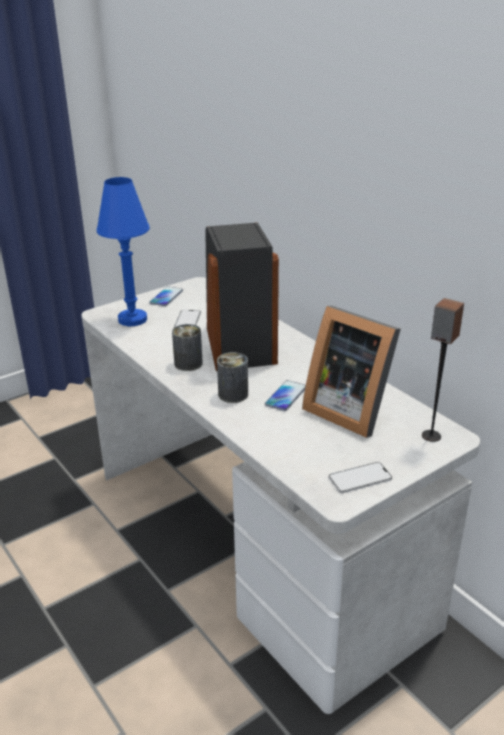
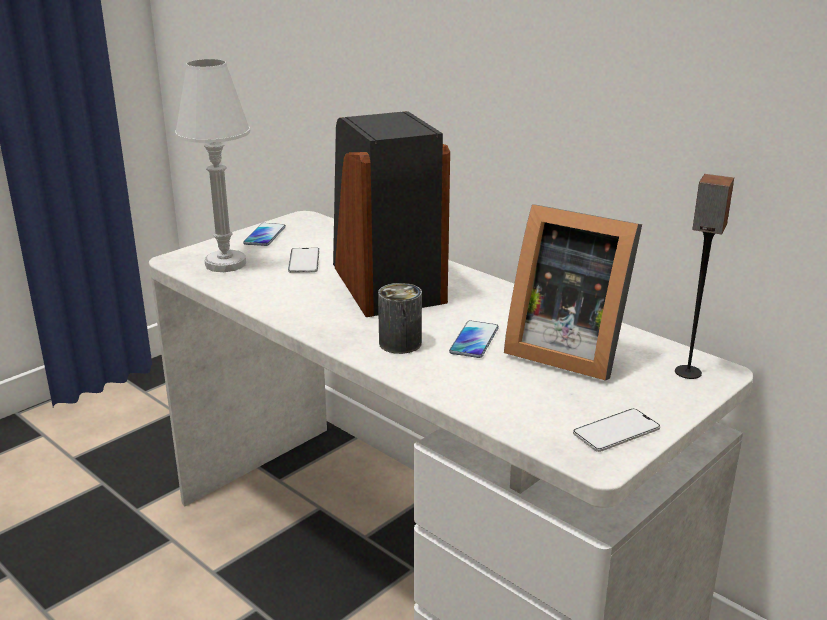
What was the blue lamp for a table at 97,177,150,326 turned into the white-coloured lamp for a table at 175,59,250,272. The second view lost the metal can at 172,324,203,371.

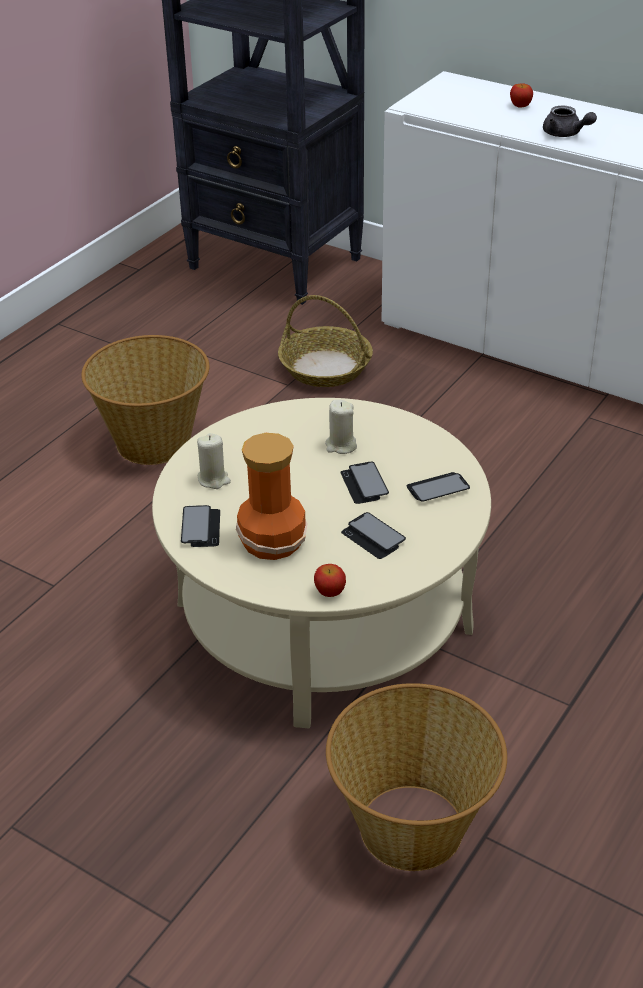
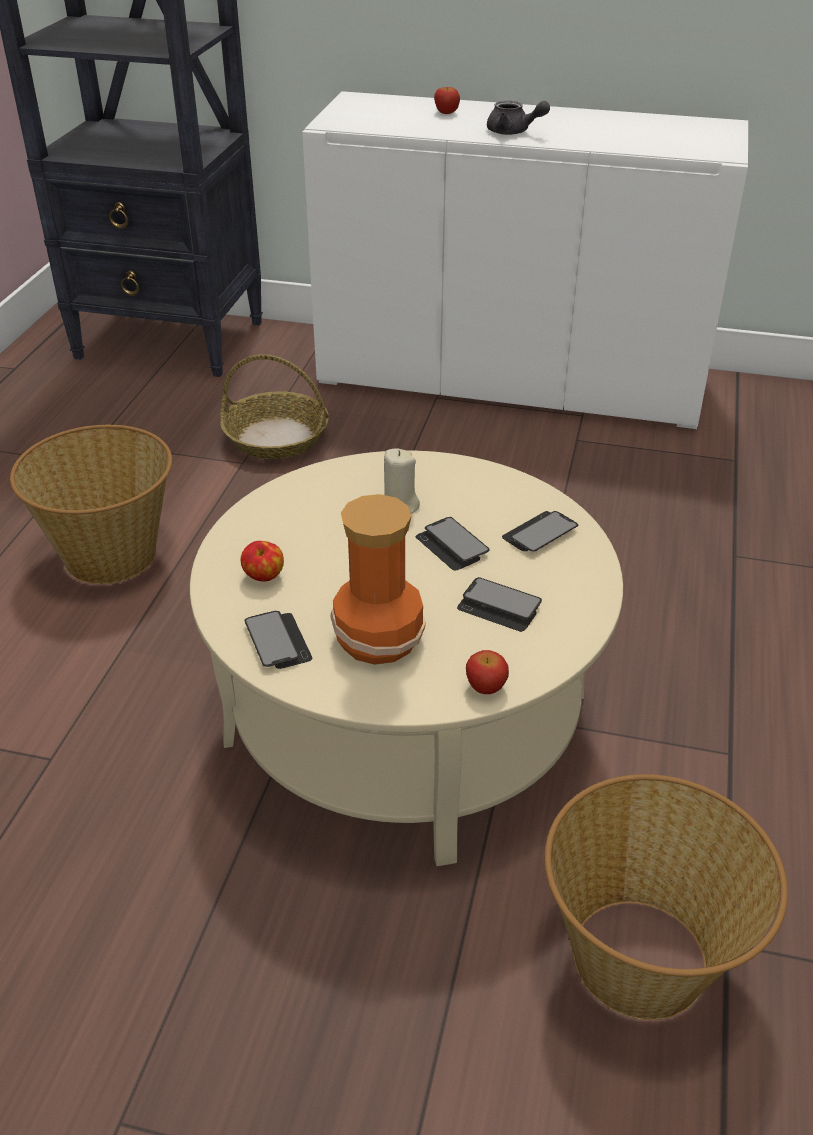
Where the beige-coloured wax light stood at 197,433,231,489, the whole apple came to stand at 241,541,284,582.

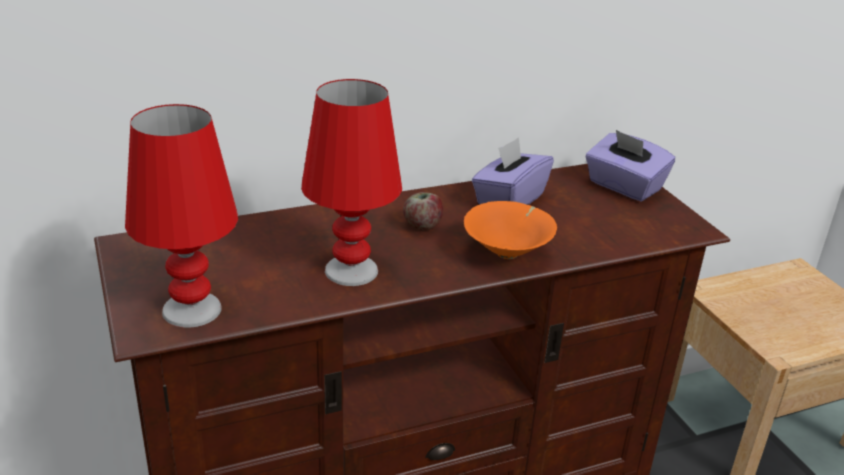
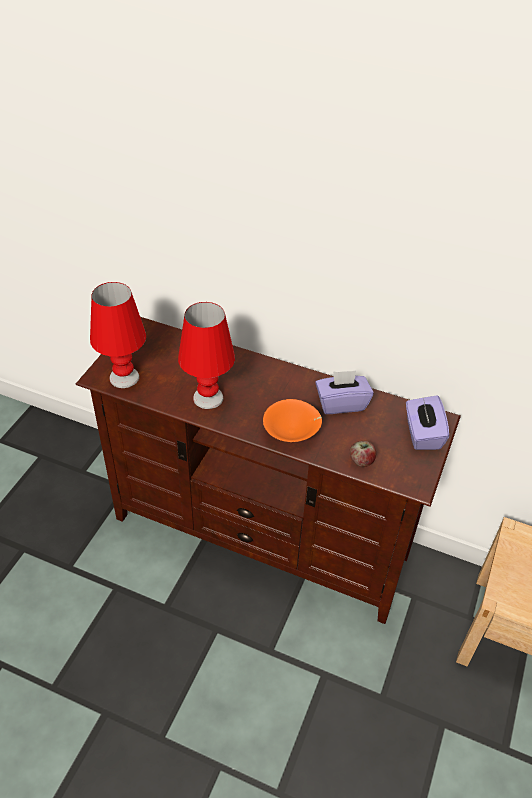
The whole apple ended up elsewhere, having gone from 403,192,443,230 to 350,441,376,467.

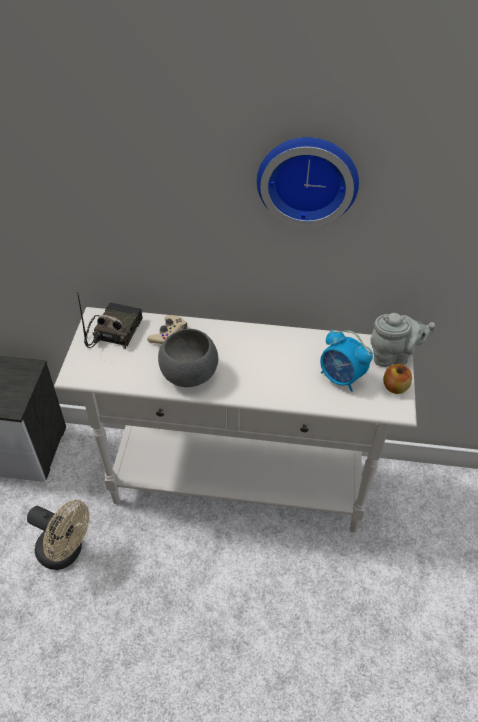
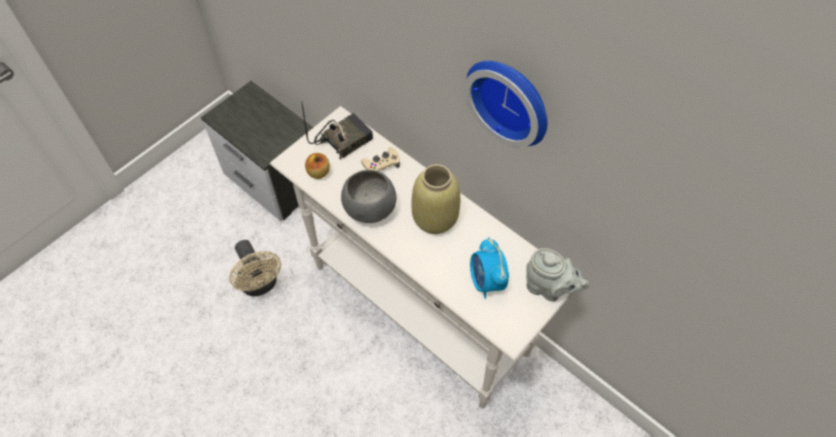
The whole apple ended up elsewhere, having gone from 383,364,412,394 to 305,153,330,179. The second view gained the beige-coloured decorative vase at 411,164,460,234.

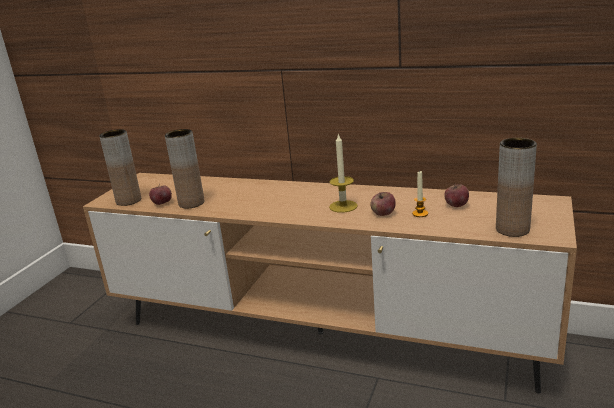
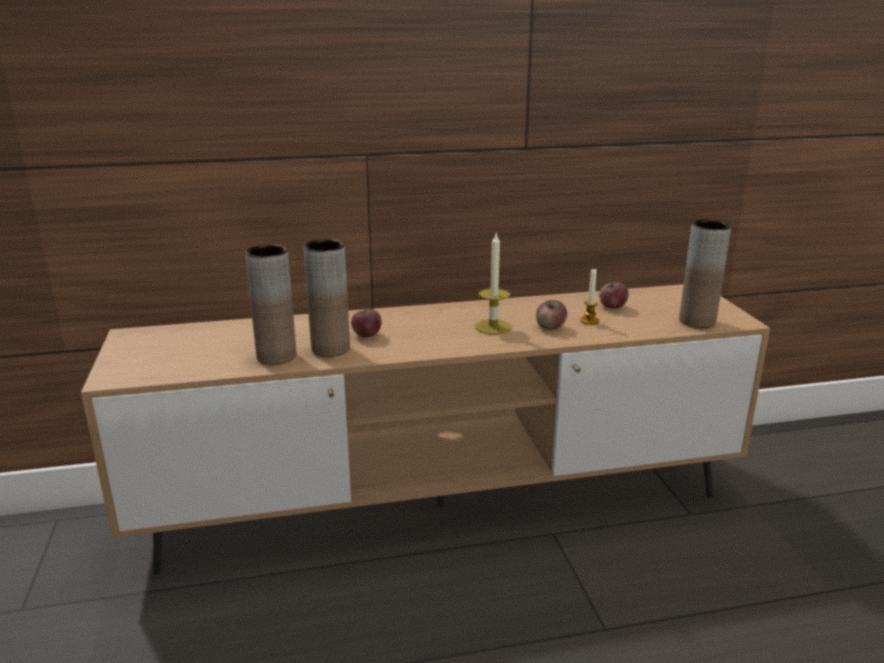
The brown decorative vase ended up elsewhere, having gone from 99,129,141,206 to 303,239,350,357. The whole apple ended up elsewhere, having gone from 149,183,172,205 to 351,306,382,337.

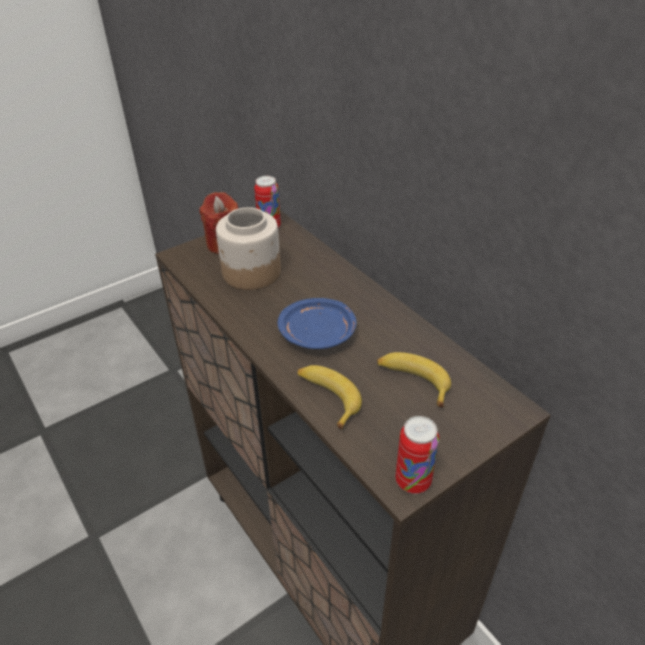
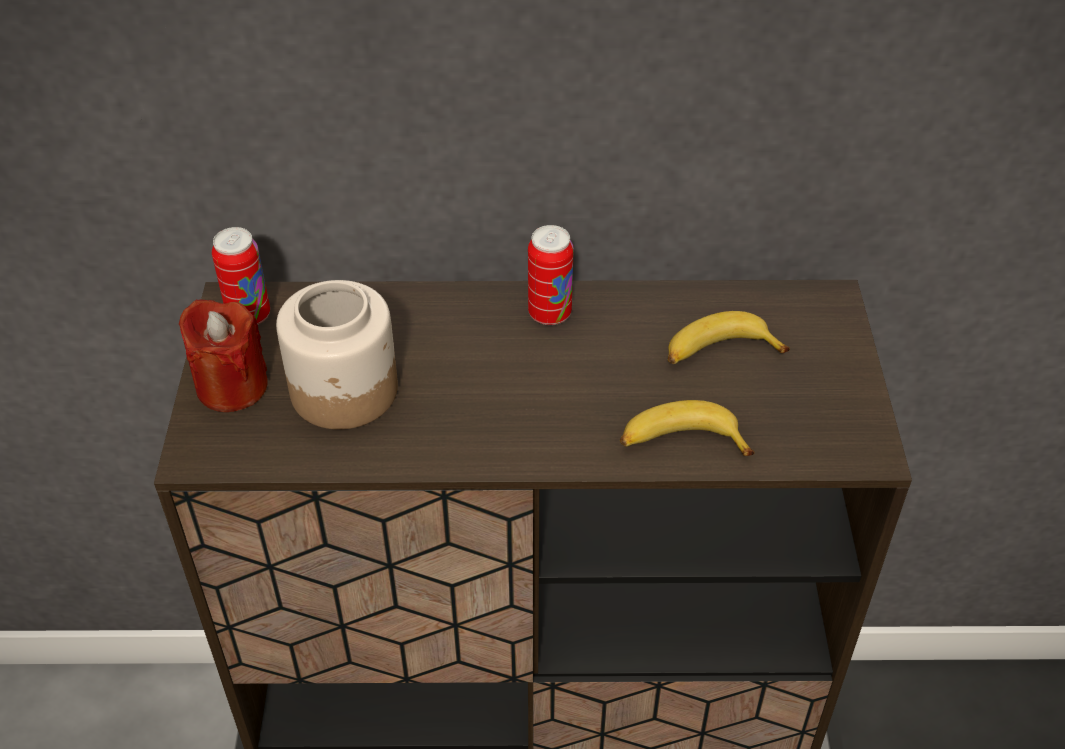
The second view lost the blue plate at 278,298,357,349. The metal can ended up elsewhere, having gone from 395,416,439,494 to 528,225,574,325.

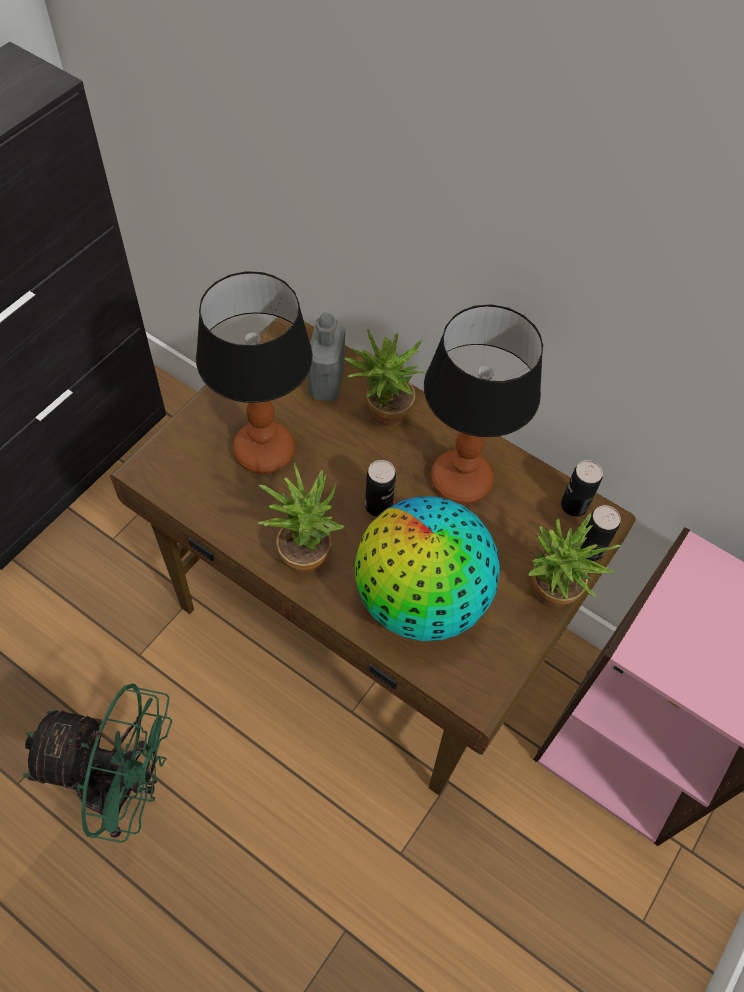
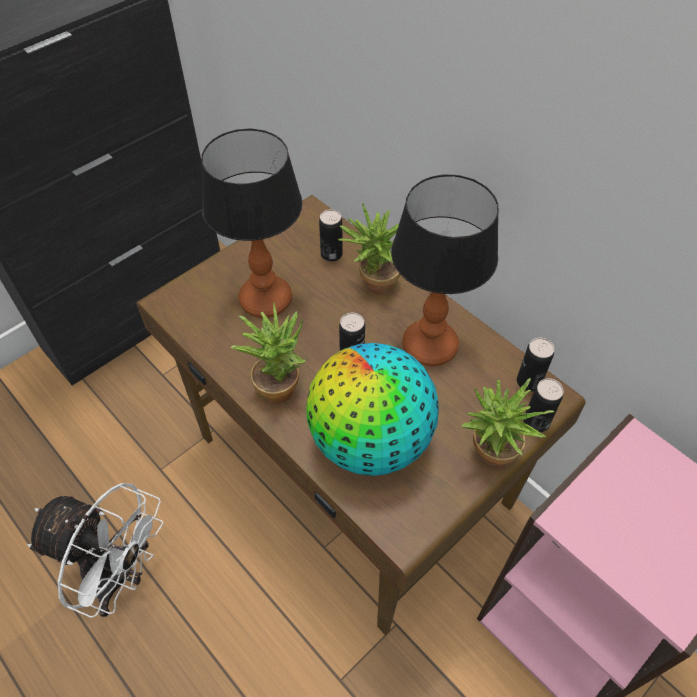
Where the greyish beverage bottle stood at 308,312,345,401, the metal can came to stand at 319,209,343,261. What was the green-coloured cooling fan at 23,684,172,843 turned into the white-coloured cooling fan at 27,483,164,618.

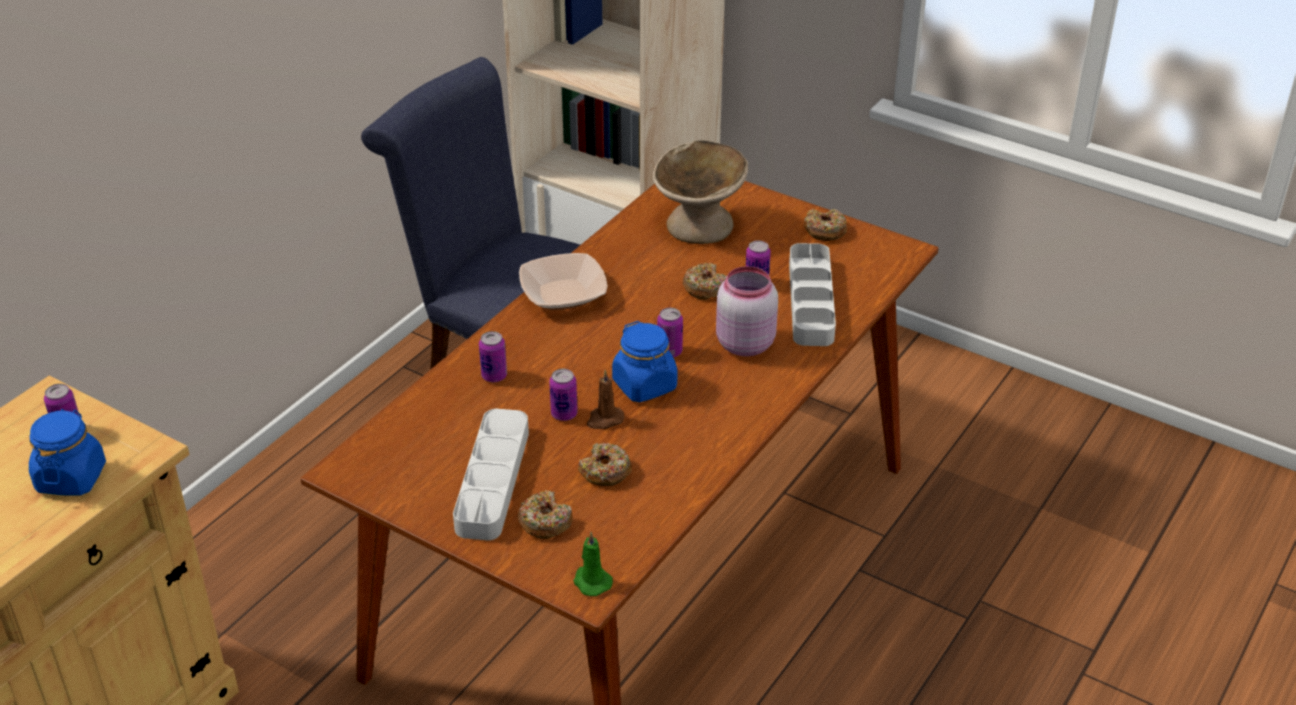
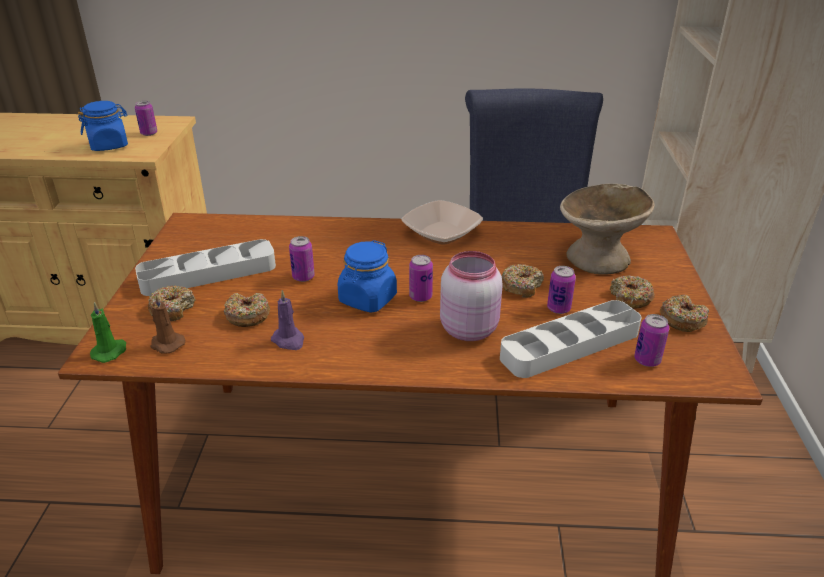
The metal can ended up elsewhere, having gone from 479,331,507,382 to 634,314,669,367. The brown wax light ended up elsewhere, having gone from 587,370,625,429 to 150,294,185,354. The second view gained the ring doughnut at 610,275,655,309. The second view gained the purple wax light at 271,290,304,350.

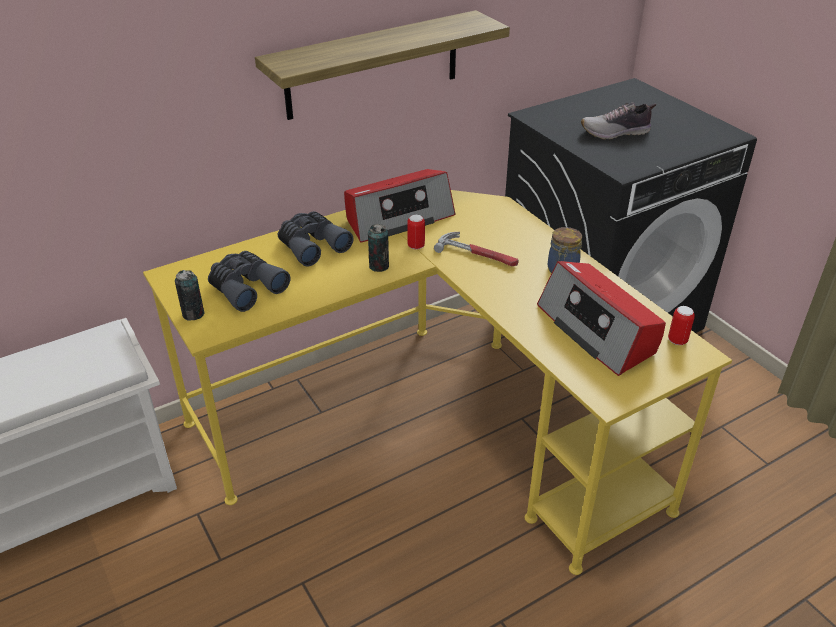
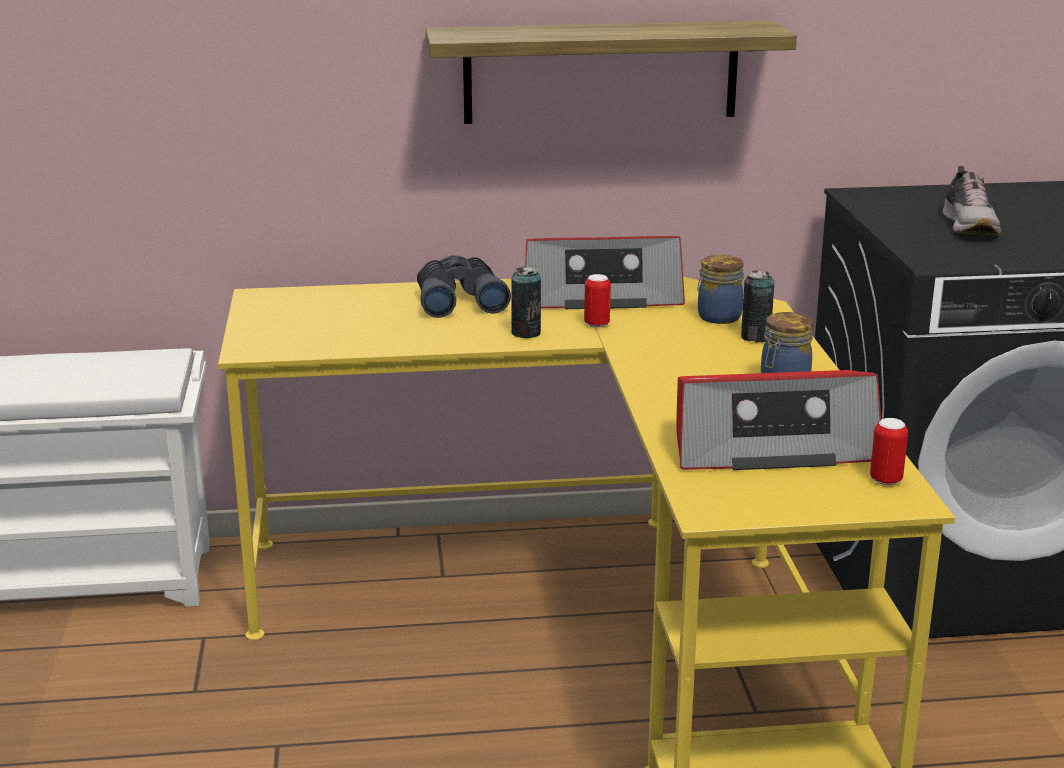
The low shoe at 581,102,657,140 ended up facing another way, 105 degrees counterclockwise from before. The second view lost the tool hammer at 434,232,519,266. The second view lost the greyish field glasses at 208,251,290,312. The radio at 537,261,666,376 ended up facing another way, 90 degrees counterclockwise from before. The metal can ended up elsewhere, having gone from 175,270,205,321 to 741,270,774,342. The second view gained the preserve jar at 697,255,744,324.

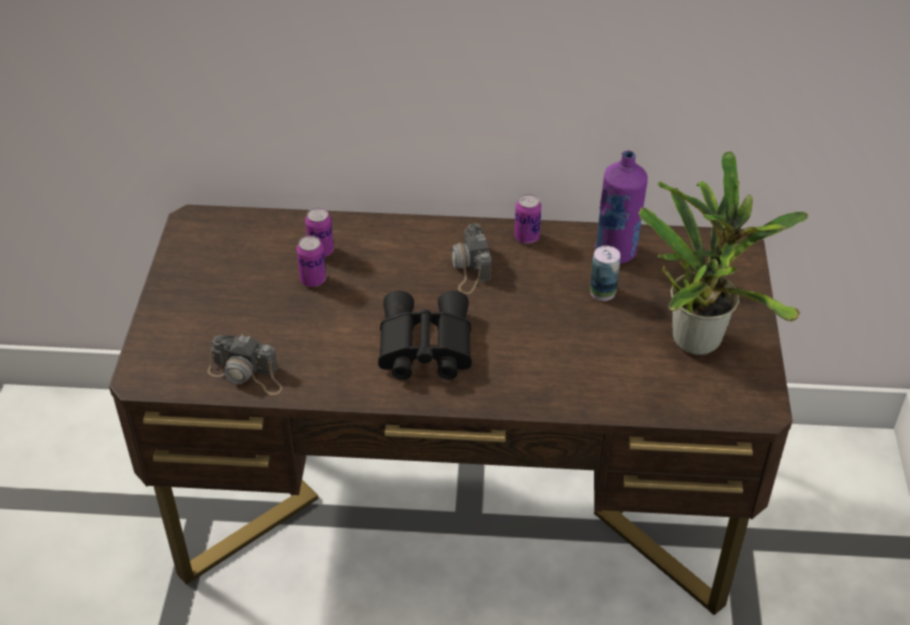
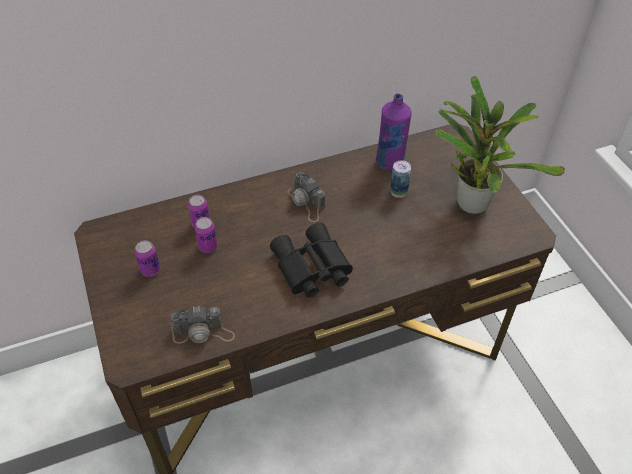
The metal can ended up elsewhere, having gone from 514,194,542,244 to 135,240,160,277.

